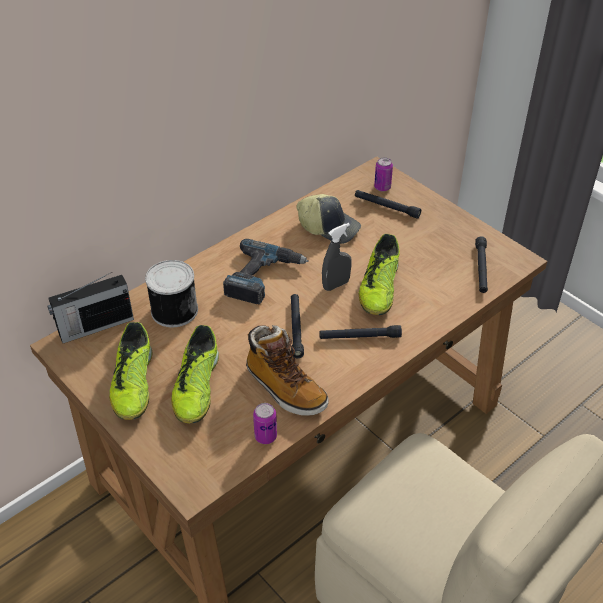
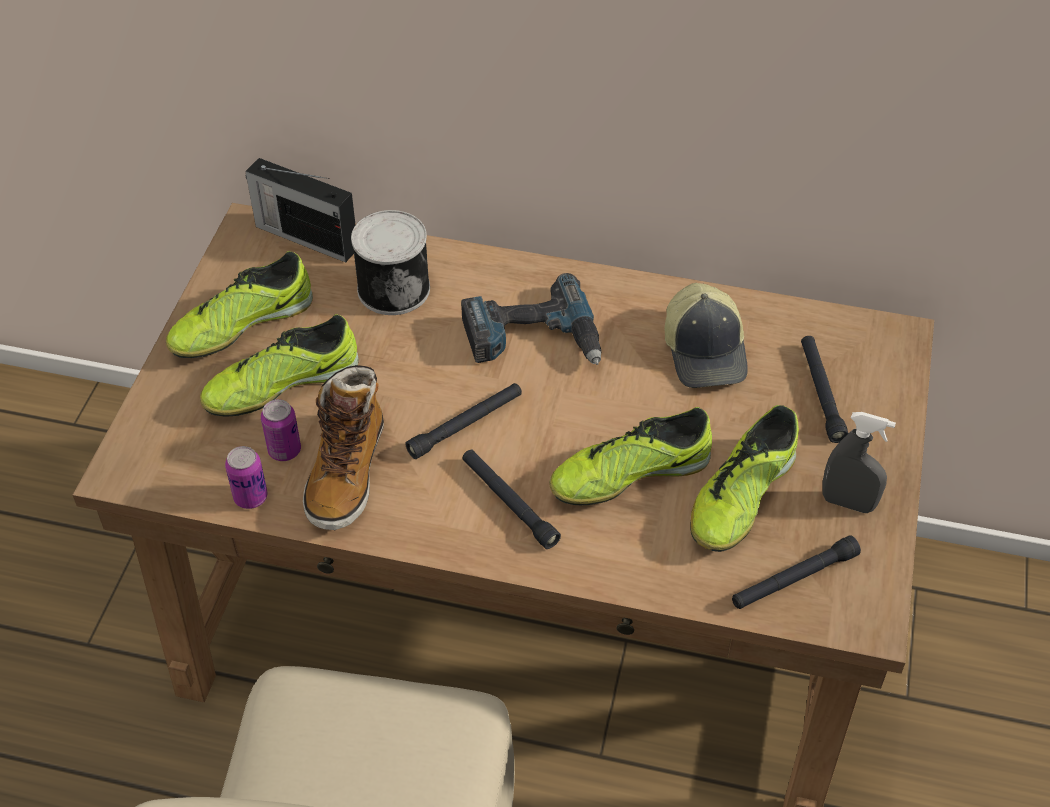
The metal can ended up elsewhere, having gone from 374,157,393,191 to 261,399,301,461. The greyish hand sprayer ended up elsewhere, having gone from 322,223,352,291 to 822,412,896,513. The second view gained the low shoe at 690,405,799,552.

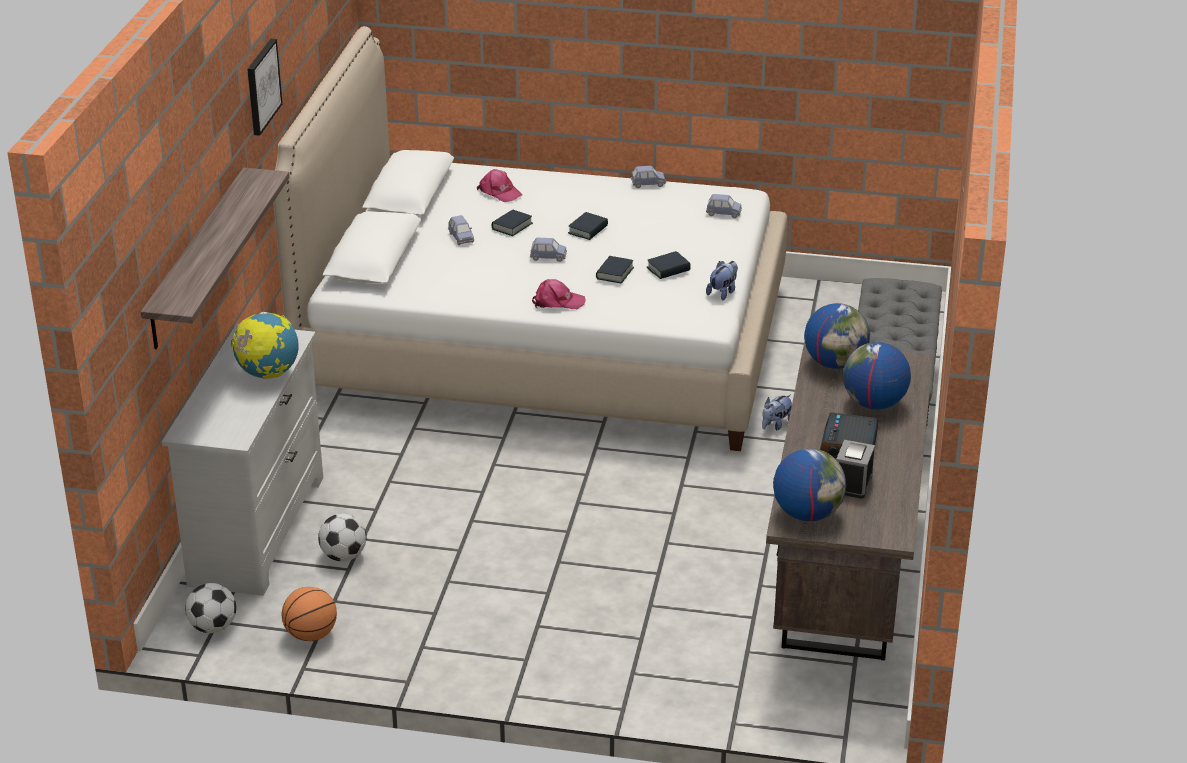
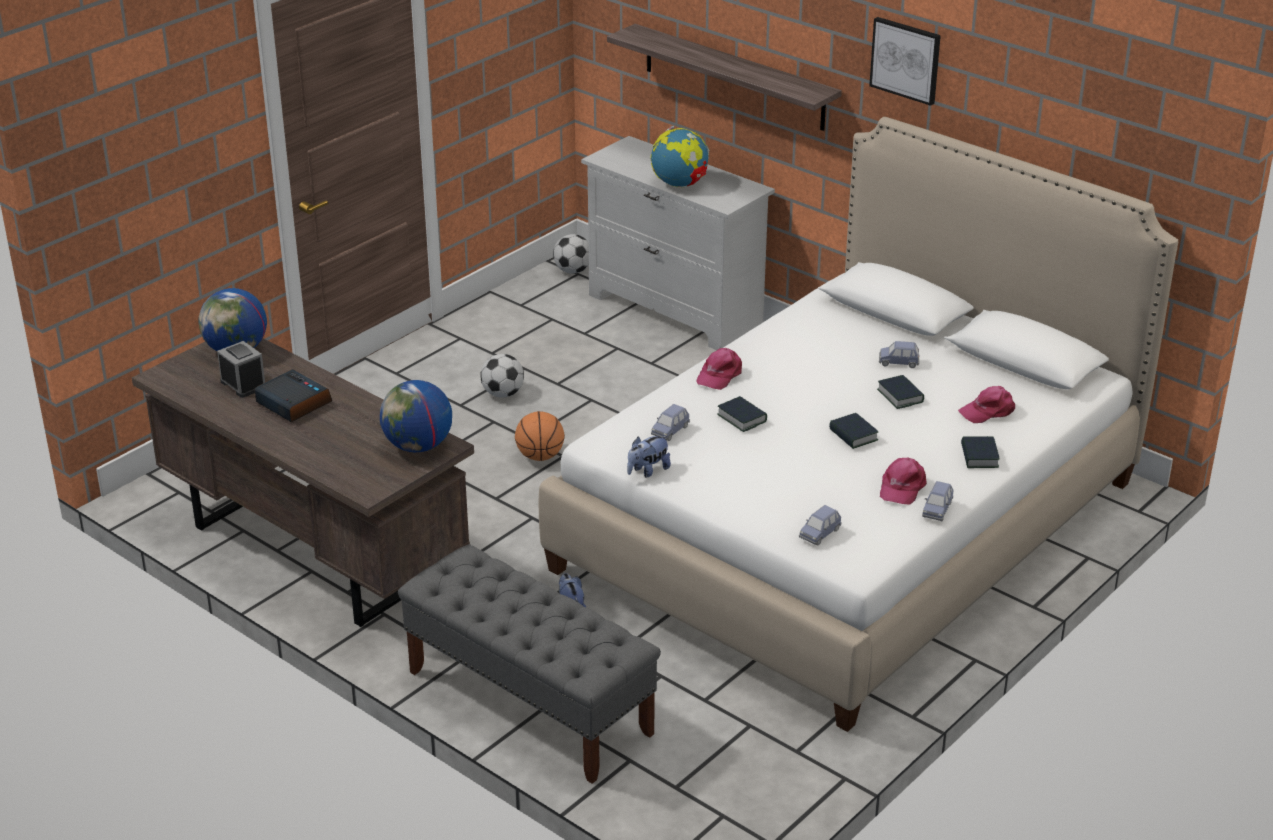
The blue toy car ended up elsewhere, having gone from 530,237,567,262 to 651,404,690,441. The book ended up elsewhere, having gone from 647,251,691,279 to 961,436,999,468. The plush toy at 706,261,738,301 ended up facing another way, 75 degrees clockwise from before. The second view lost the desk globe at 843,342,911,409. The football ended up elsewhere, having gone from 318,513,367,561 to 480,354,524,398. The ball for basketball ended up elsewhere, having gone from 282,587,337,641 to 515,411,565,461. The second view gained the pink peaked cap at 880,458,927,505.

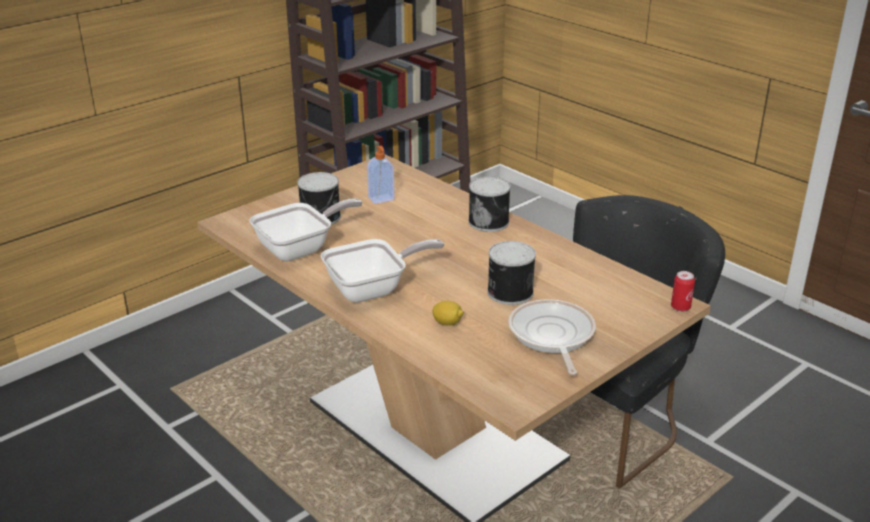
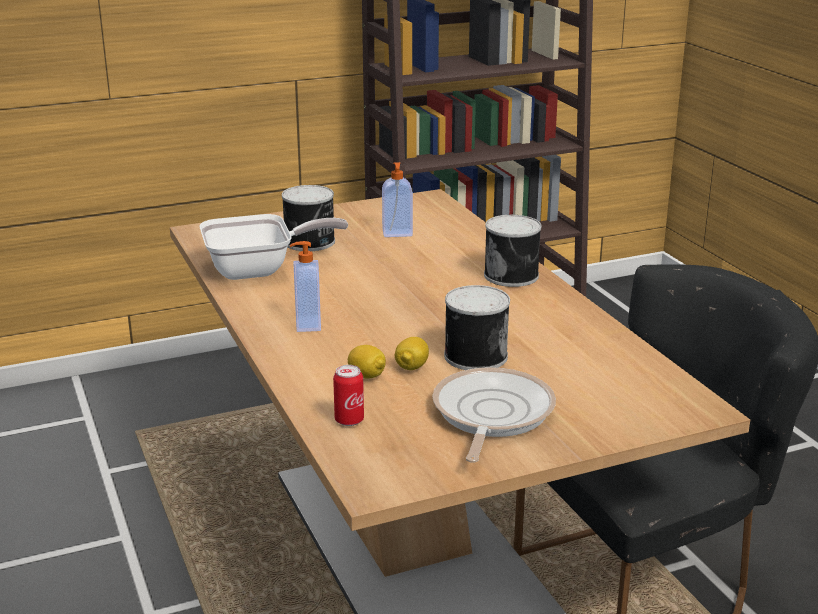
Where the frying pan stood at 321,239,444,303, the soap dispenser came to stand at 290,241,321,332. The metal can ended up elsewhere, having gone from 671,271,695,312 to 333,365,364,426. The second view gained the citrus fruit at 395,337,429,370.

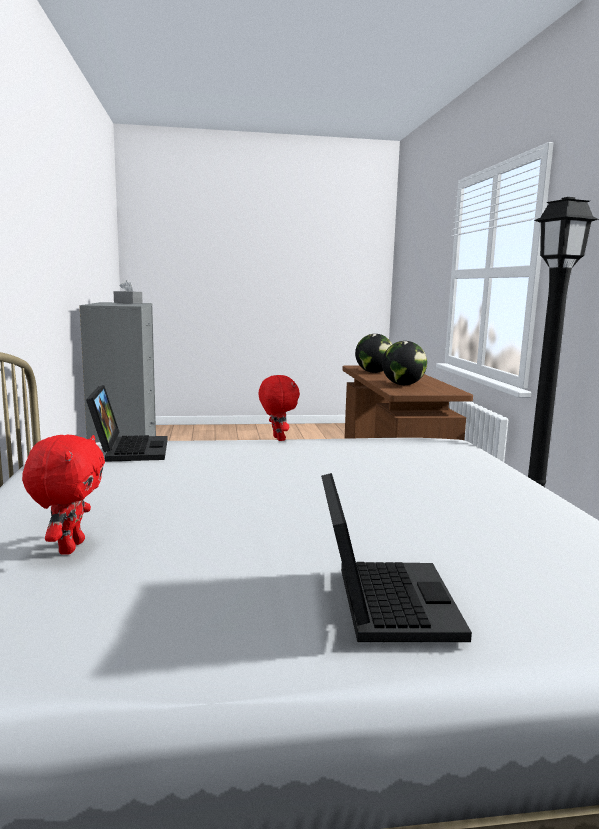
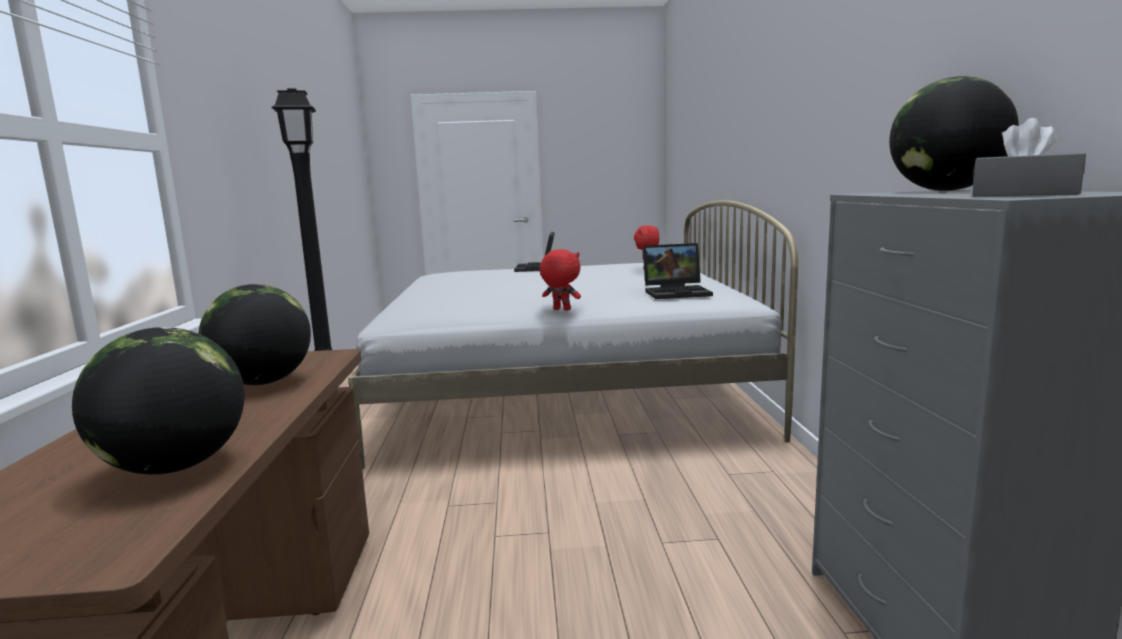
The reddish plush toy at 258,375,300,441 ended up facing another way, 135 degrees clockwise from before. The portable computer at 86,385,168,462 ended up facing another way, 90 degrees counterclockwise from before. The second view gained the desk globe at 889,76,1019,191.

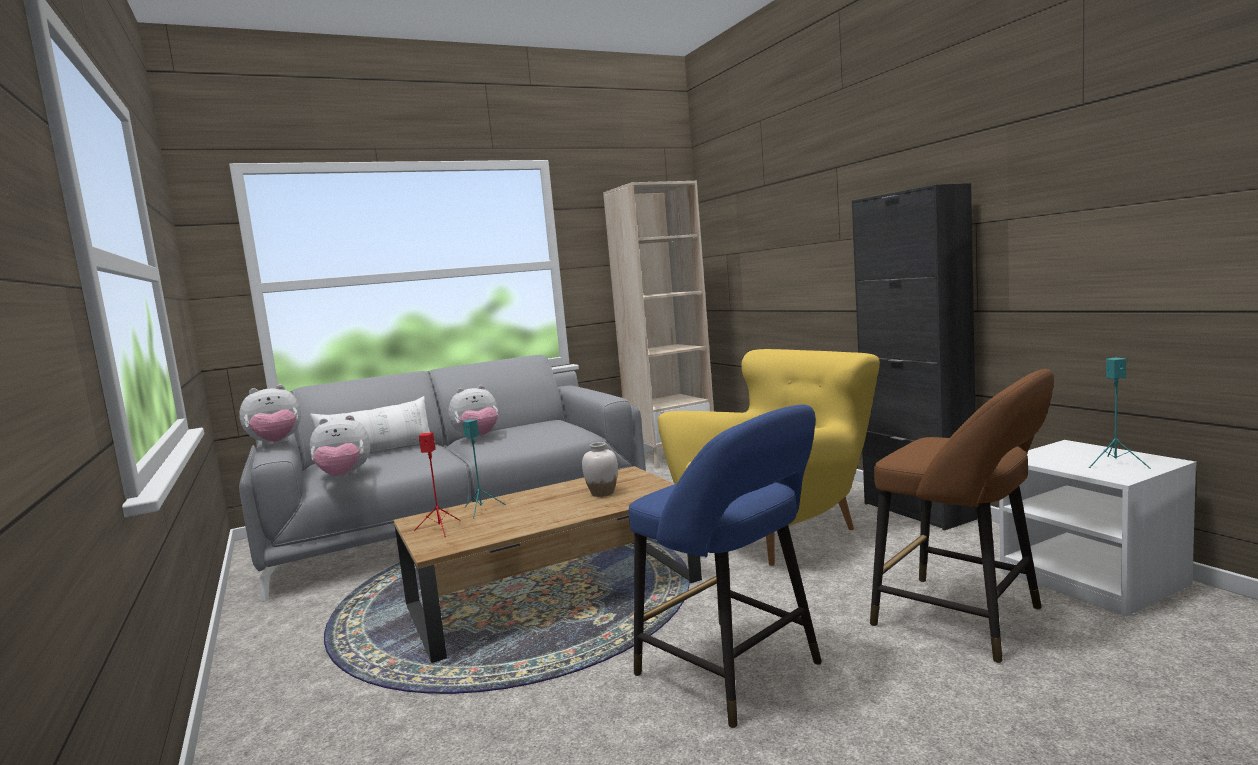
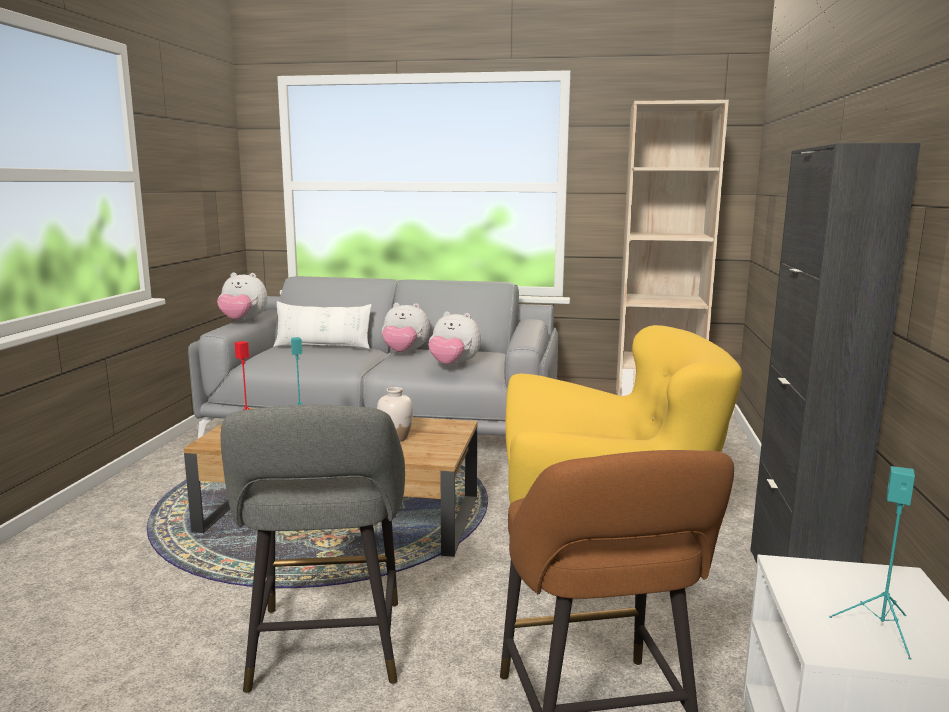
What was the blue sitting stool at 629,404,822,728 turned into the greyish sitting stool at 221,405,405,693. The plush toy ended up elsewhere, having gone from 310,415,370,478 to 428,312,481,366.

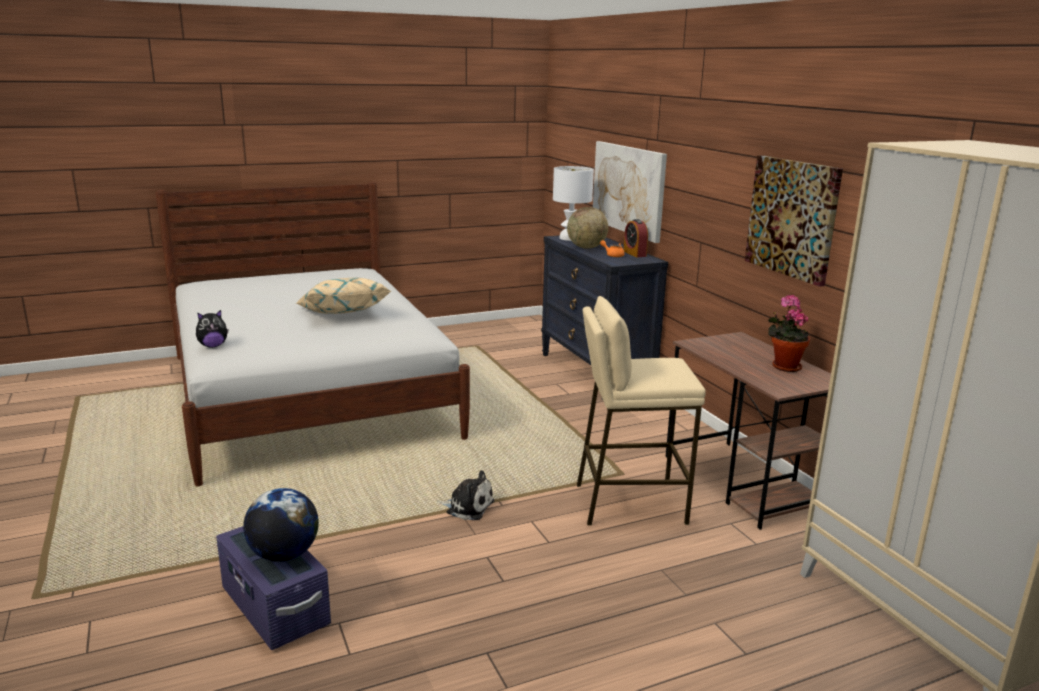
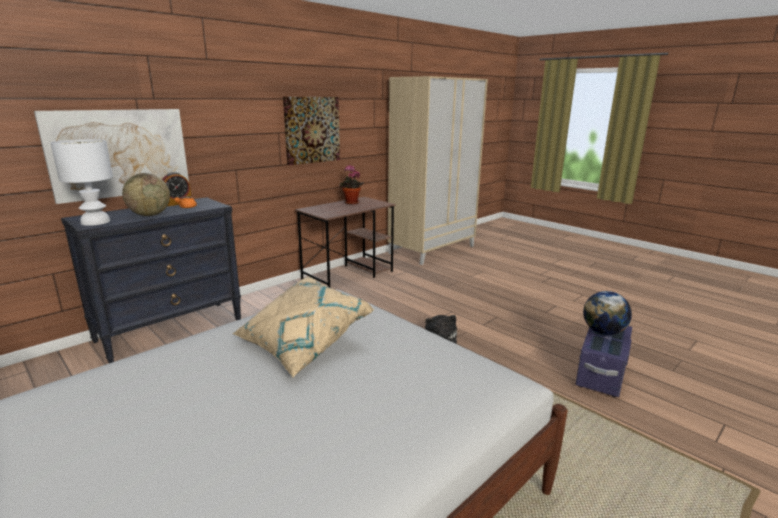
The second view lost the beige-coloured sitting stool at 577,296,706,526. The second view lost the plush toy at 196,310,229,347.

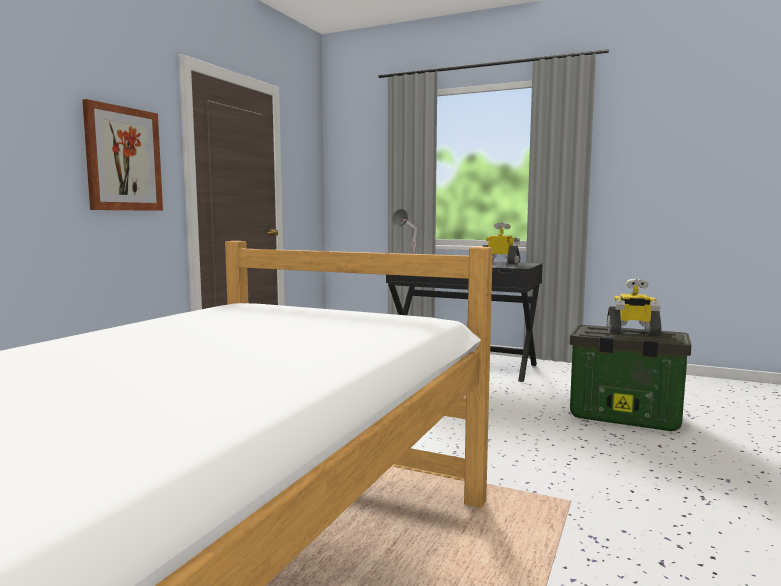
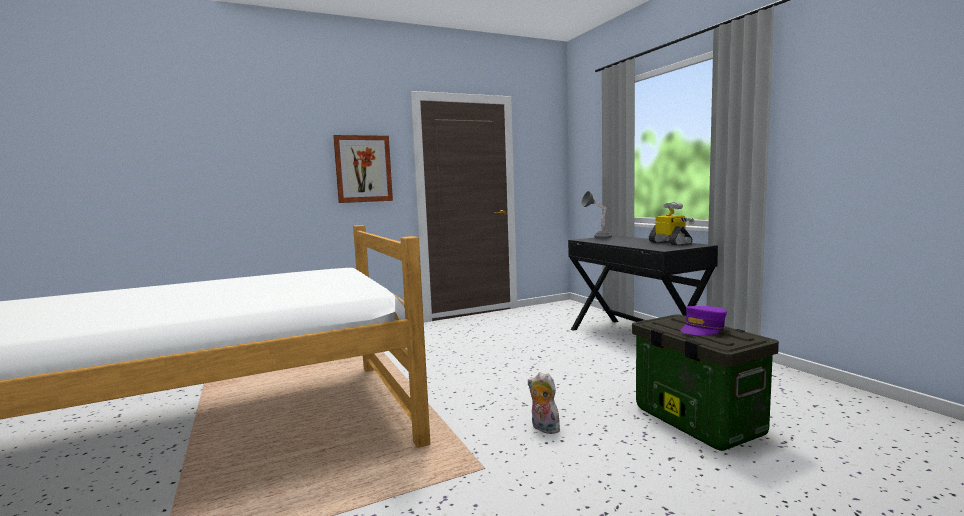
Where the toy robot stood at 607,278,662,335, the purple peaked cap came to stand at 680,306,727,335. The second view gained the plush toy at 528,372,560,434.

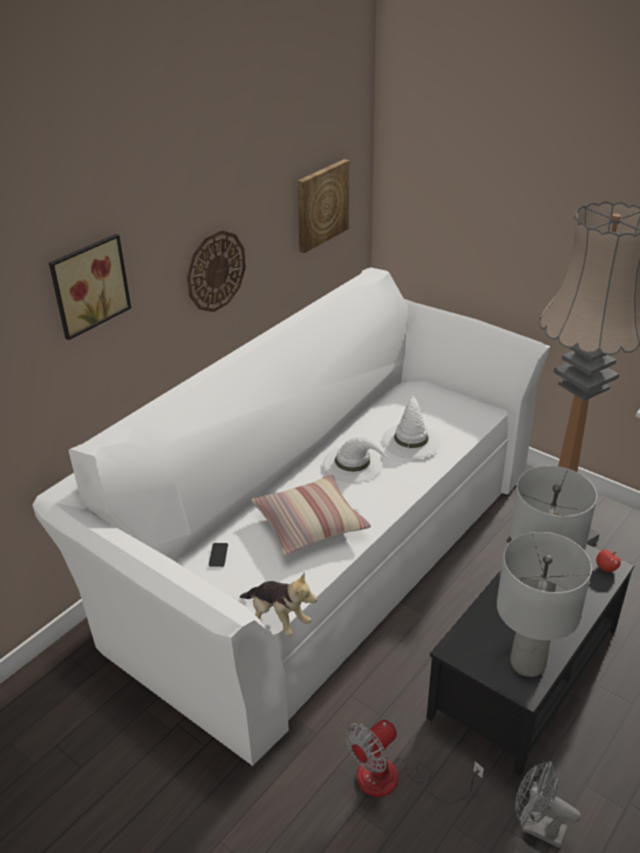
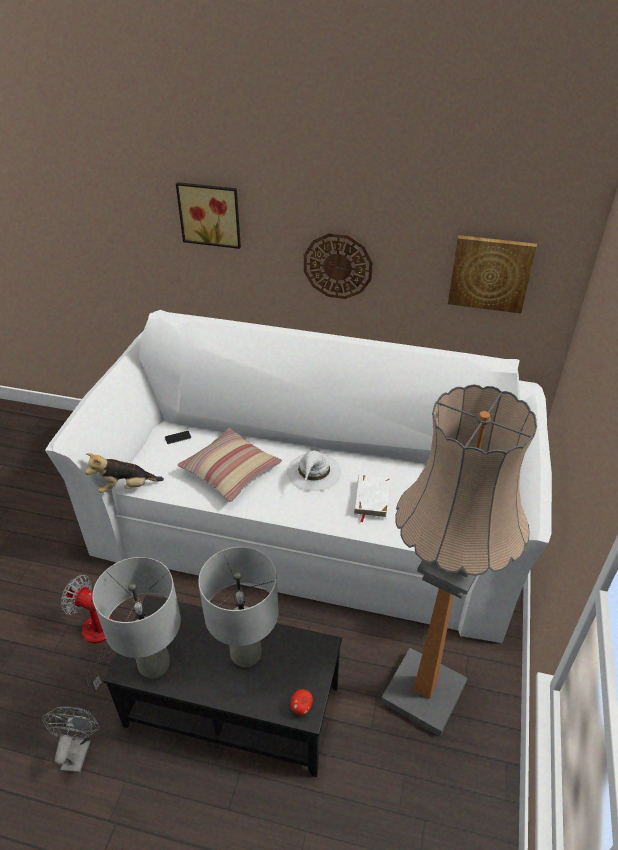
Where the white-coloured wearable hat stood at 382,394,441,459, the white-coloured book came to stand at 354,474,390,523. The plush toy at 240,572,317,636 ended up facing another way, 60 degrees clockwise from before.

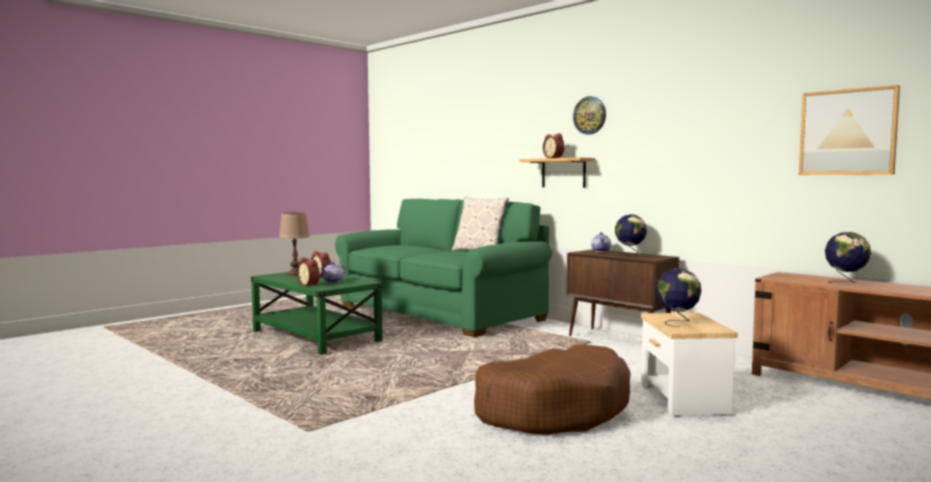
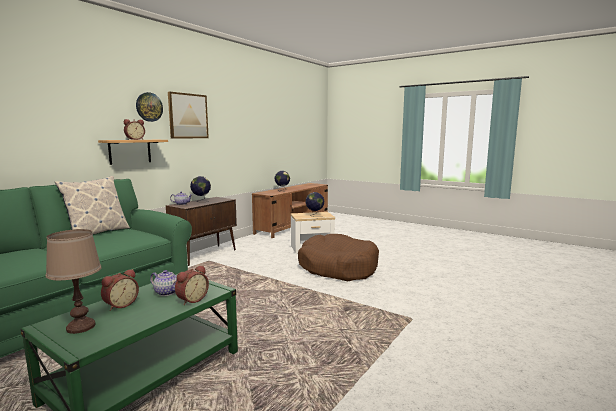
The wall art ended up elsewhere, having gone from 799,85,900,175 to 168,92,209,139.

